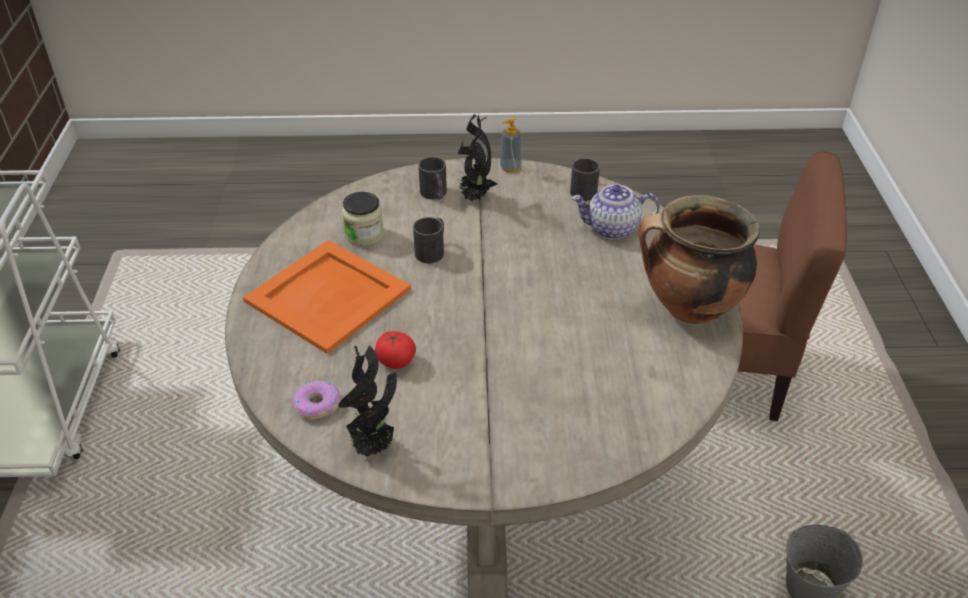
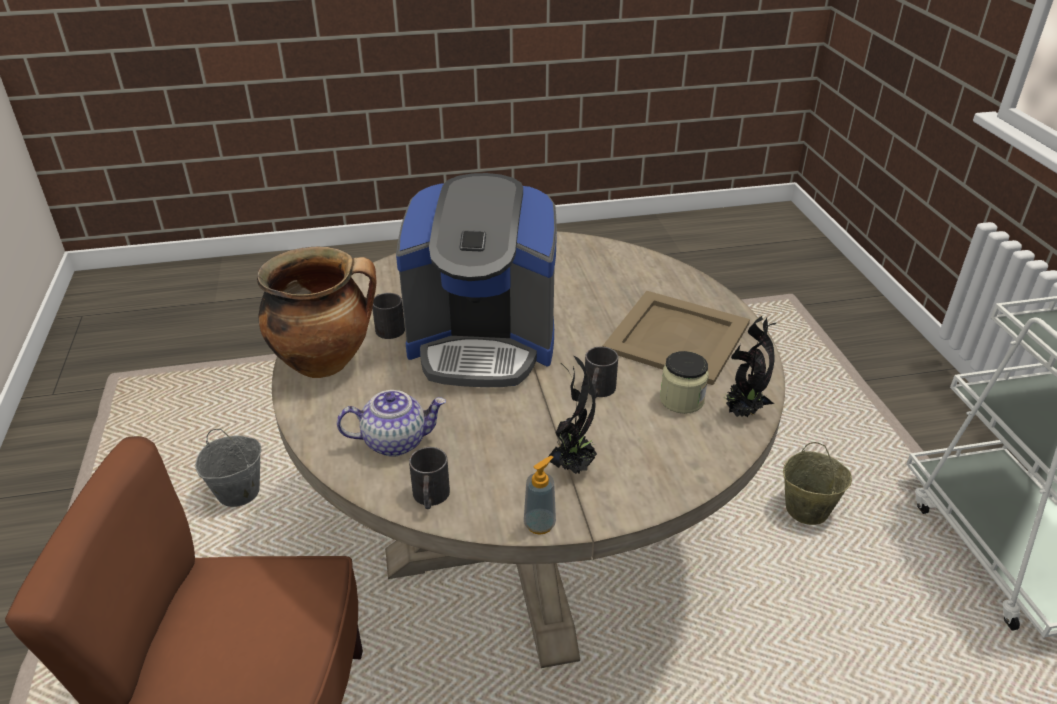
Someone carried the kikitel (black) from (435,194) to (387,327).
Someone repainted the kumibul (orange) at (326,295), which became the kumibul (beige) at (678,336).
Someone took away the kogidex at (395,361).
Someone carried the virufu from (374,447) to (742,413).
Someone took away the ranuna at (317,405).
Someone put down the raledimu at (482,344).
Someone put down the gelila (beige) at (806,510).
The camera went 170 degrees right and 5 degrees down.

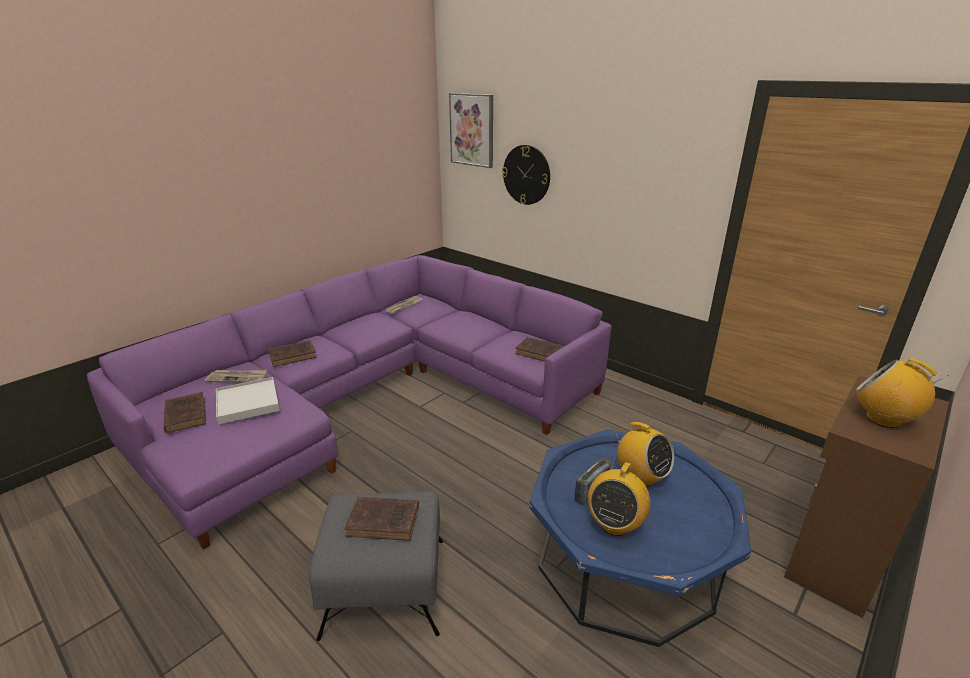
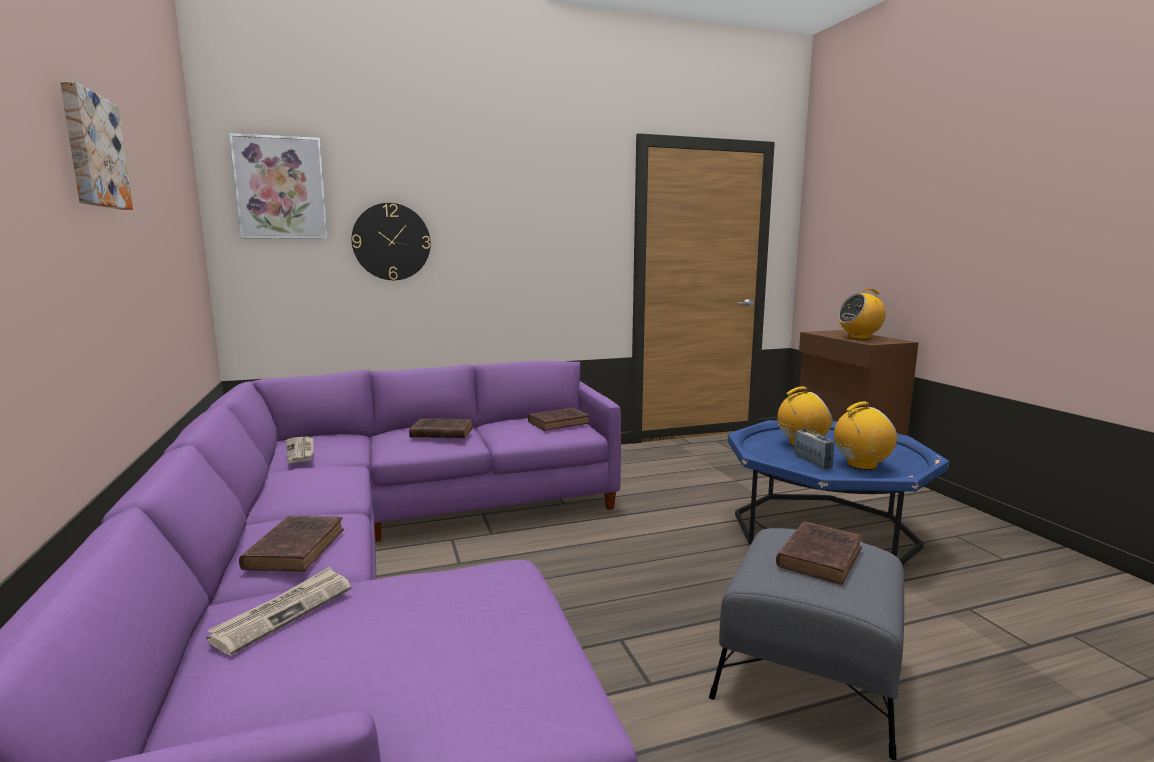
Someone took away the kumibul (white) at (248,402).
Someone carried the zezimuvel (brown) from (186,414) to (440,432).
Someone rotated the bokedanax at (614,524) by 75 degrees counterclockwise.
Someone put up the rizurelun at (92,151).
The camera went 60 degrees left and 15 degrees down.

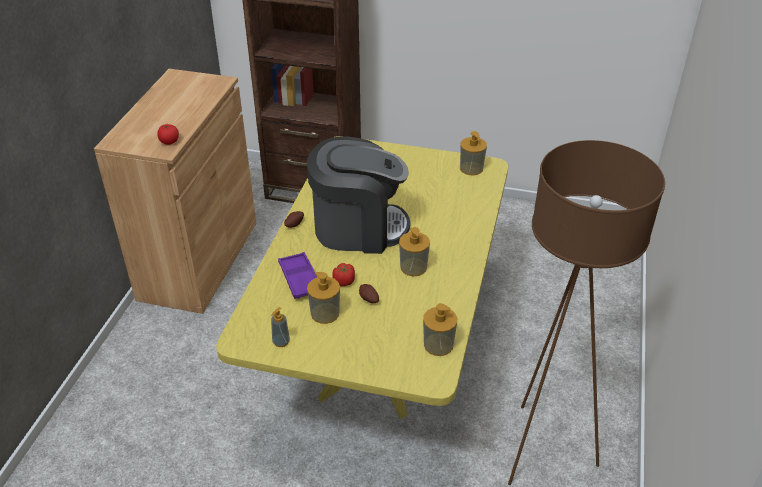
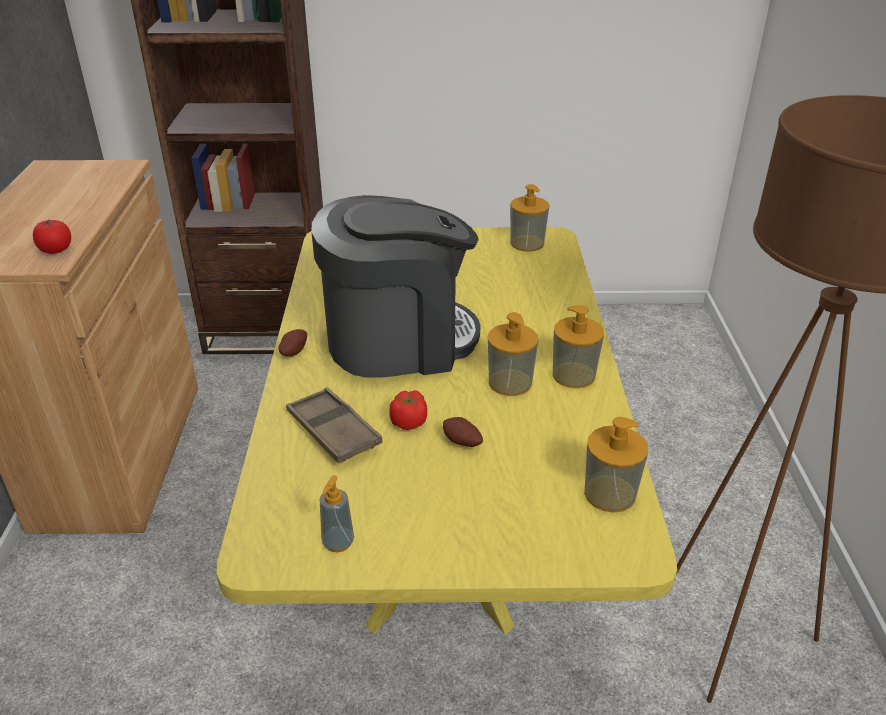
Someone repainted the kumibul (purple) at (300,279), which became the kumibul (brown) at (333,431).
Someone carried the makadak from (325,313) to (573,375).
The camera went 15 degrees left and 5 degrees down.

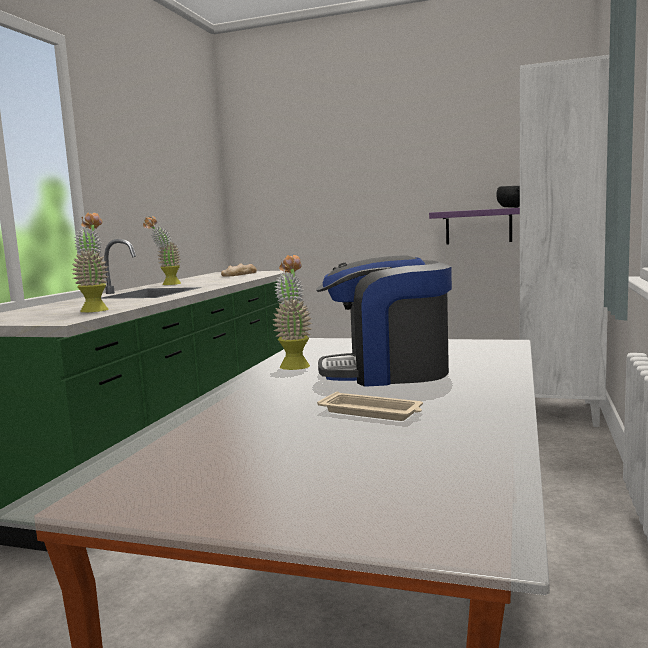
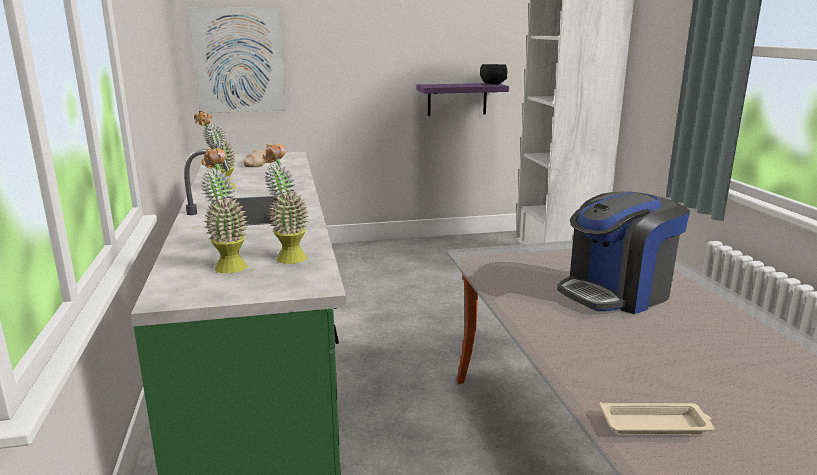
Someone carried the virufu from (294,365) to (228,265).
Someone carried the kumibul (beige) from (372,412) to (656,424).
Someone put up the rizurelun at (239,60).
The camera went 30 degrees left and 10 degrees up.

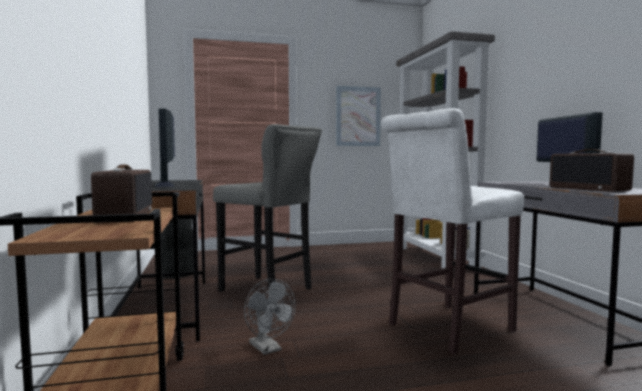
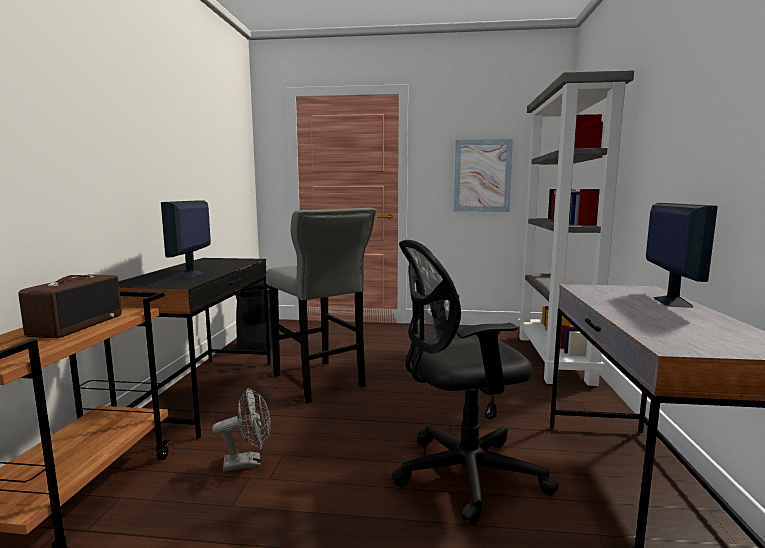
Someone swapped the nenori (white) at (445,329) for the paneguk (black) at (461,474).
Someone took away the bokedanax at (589,189).
Someone rotated the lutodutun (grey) at (268,349) by 90 degrees counterclockwise.
The camera went 20 degrees right and 5 degrees up.

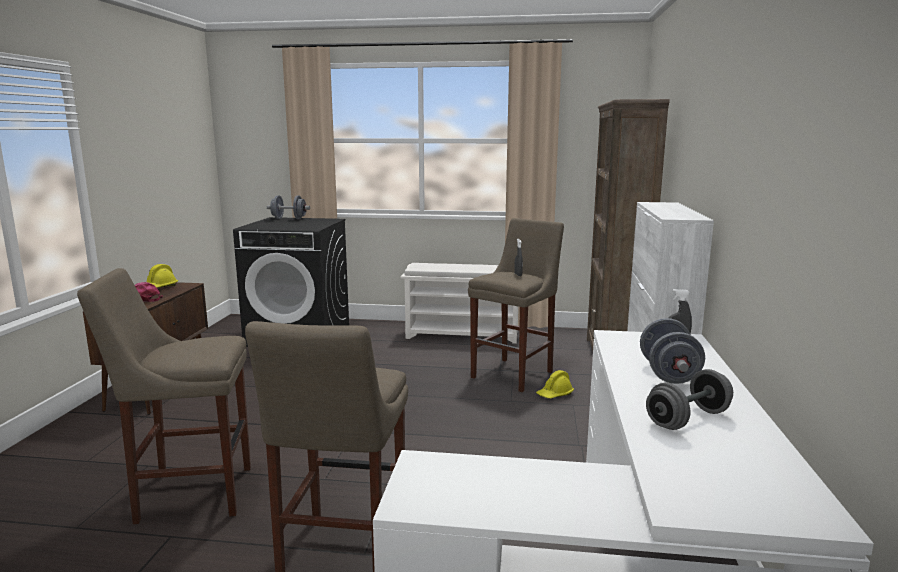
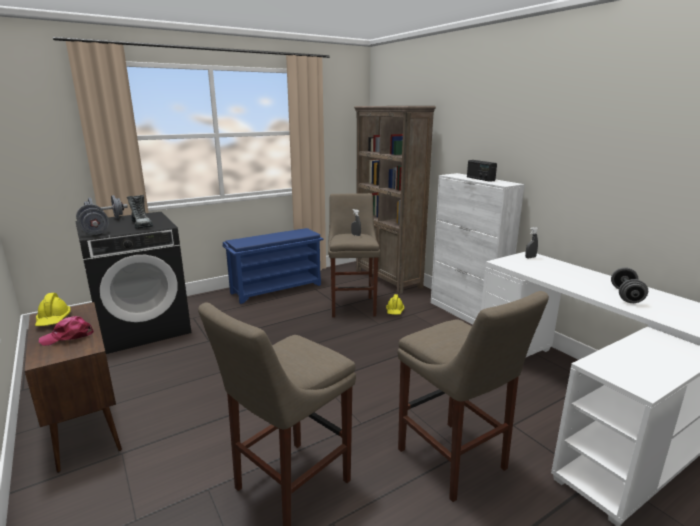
Someone repainted the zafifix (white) at (463,334), which became the zafifix (blue) at (277,288).
Someone carried the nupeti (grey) from (668,373) to (94,231).
Someone put down the bokedanax at (480,179).
Someone put down the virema at (142,225).
The camera went 40 degrees left and 5 degrees up.

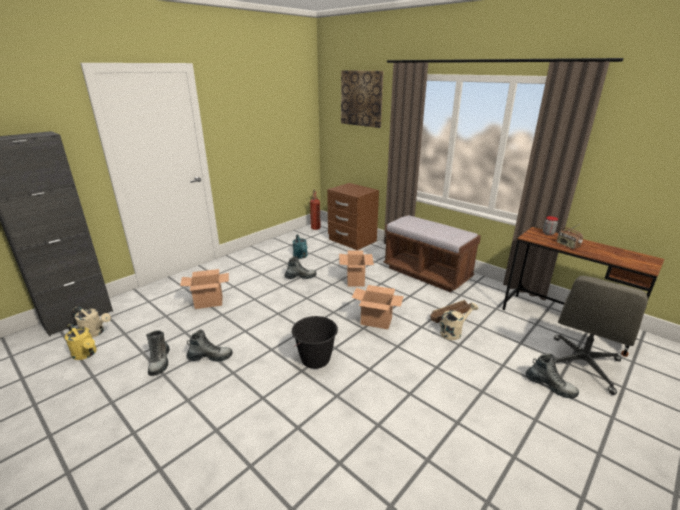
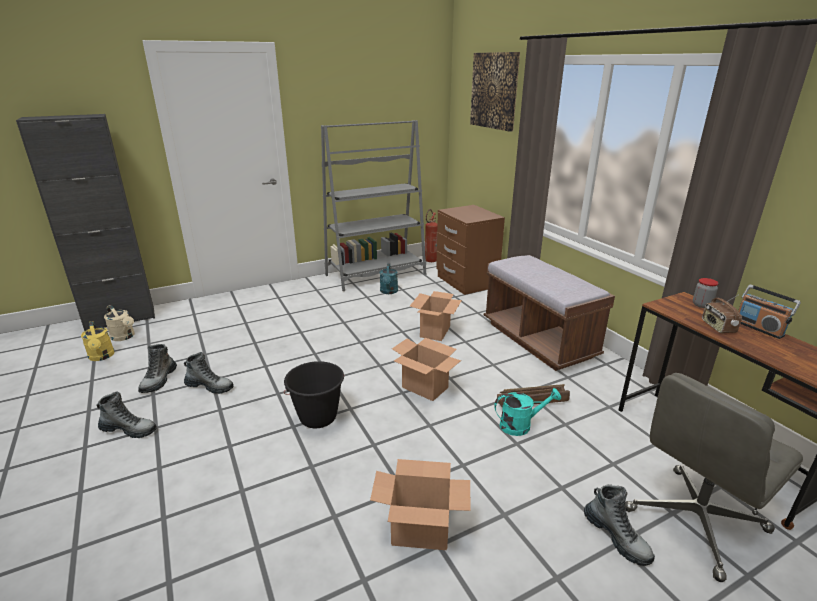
Someone carried the virema from (300,277) to (129,430).
Someone carried the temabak from (209,302) to (421,530).
Someone repainted the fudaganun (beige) at (454,332), which became the fudaganun (turquoise) at (521,425).
Someone put down the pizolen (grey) at (376,275).
Someone put down the bokedanax at (759,328).
The camera went 20 degrees right and 0 degrees up.

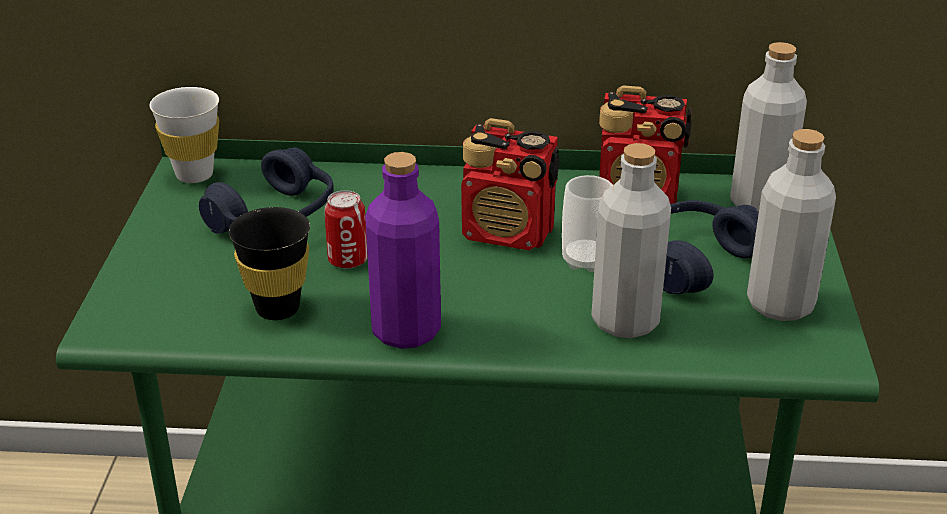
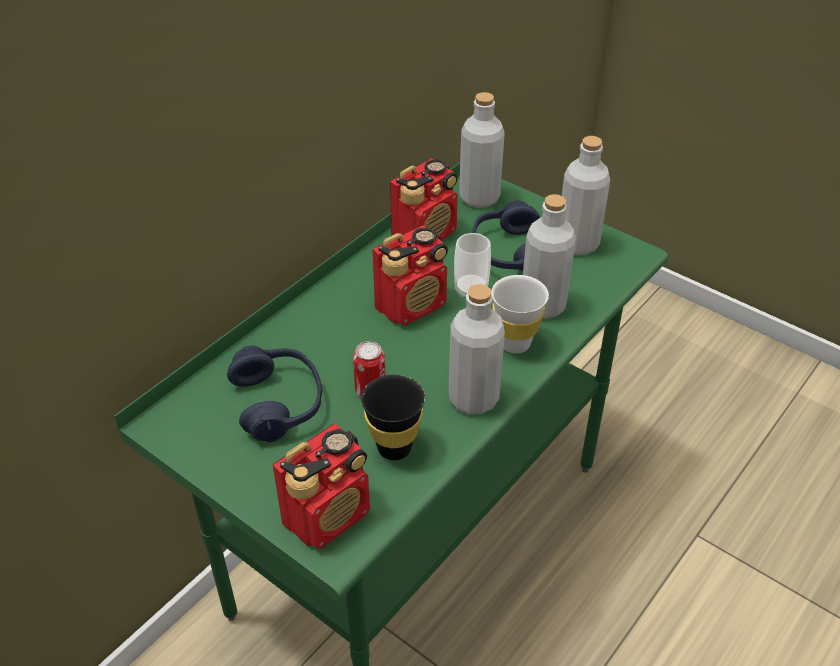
Someone carried the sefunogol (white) from (194,175) to (515,343).
Someone repainted the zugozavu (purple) at (406,331), which became the zugozavu (grey) at (473,398).
Someone put down the bokedanax at (328,516).
The camera went 55 degrees left and 10 degrees up.

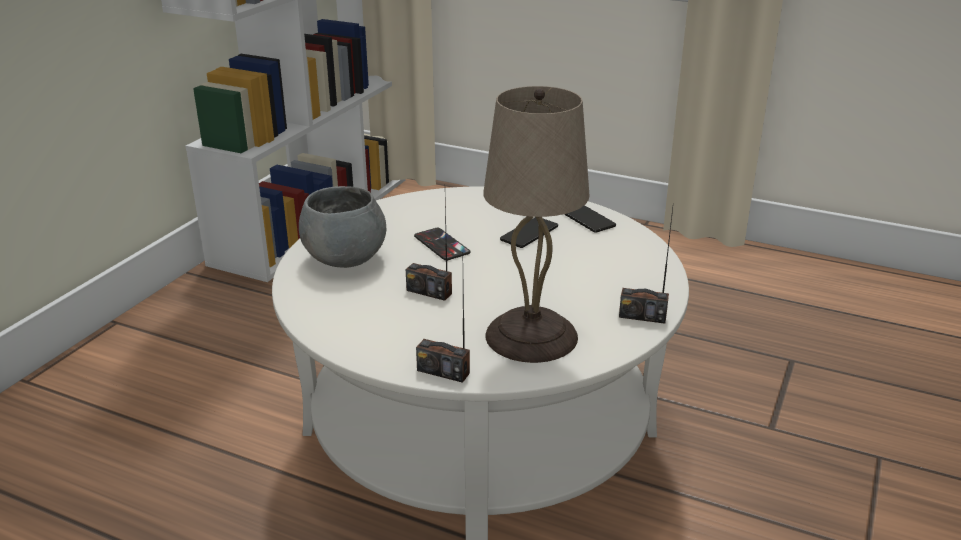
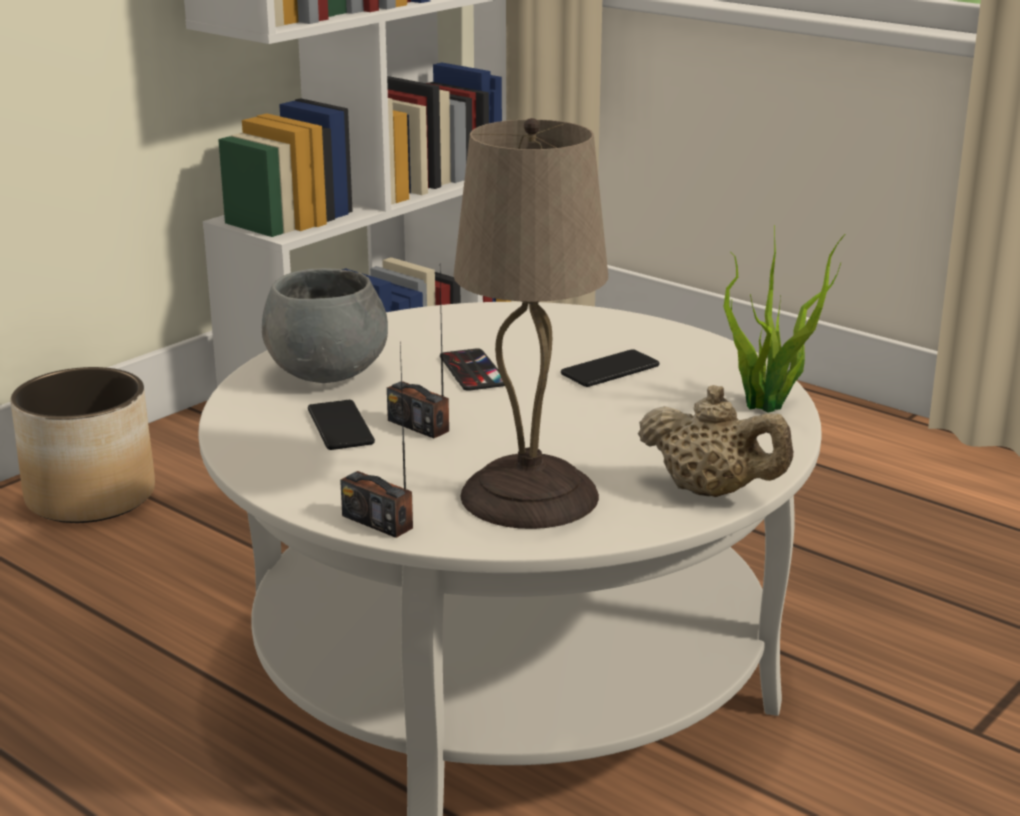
Someone carried the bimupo from (586,218) to (340,426).
Someone swapped the bokedanax at (642,316) for the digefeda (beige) at (712,491).
Someone put down the virufu at (770,406).
Someone put down the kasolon at (91,496).
The camera went 15 degrees right and 5 degrees down.

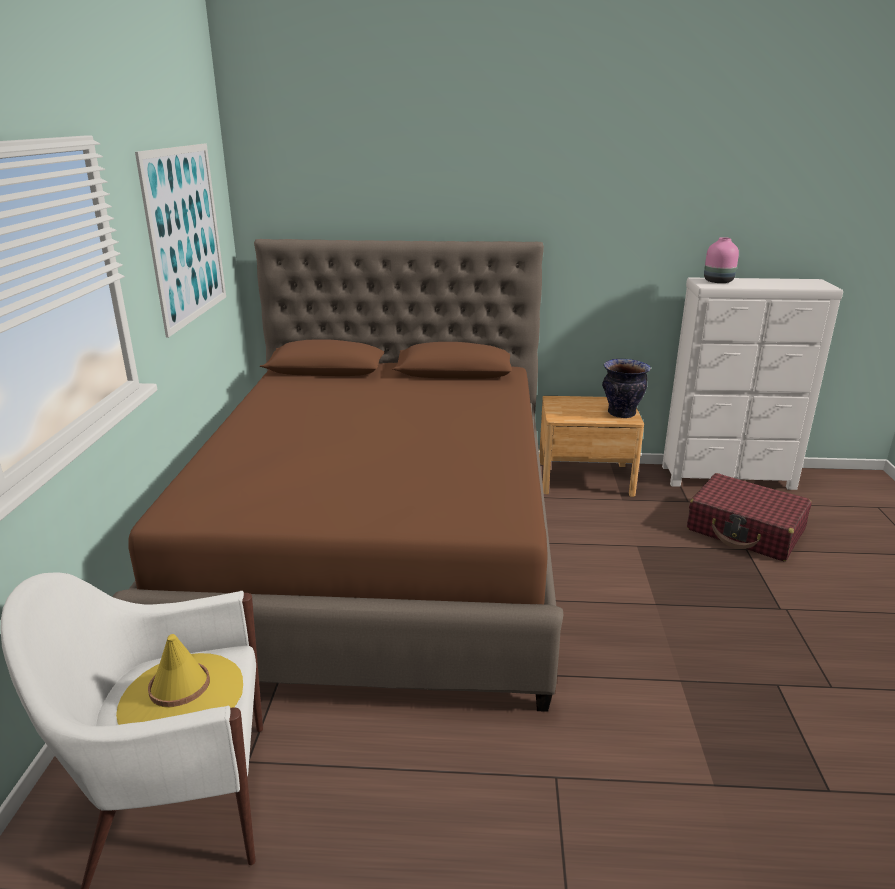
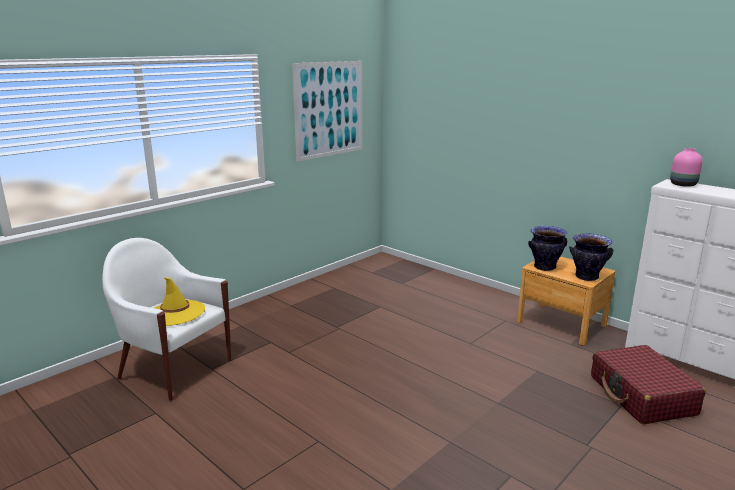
Someone took away the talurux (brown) at (381,550).
Someone put down the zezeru at (544,267).
The camera went 40 degrees right and 5 degrees down.

